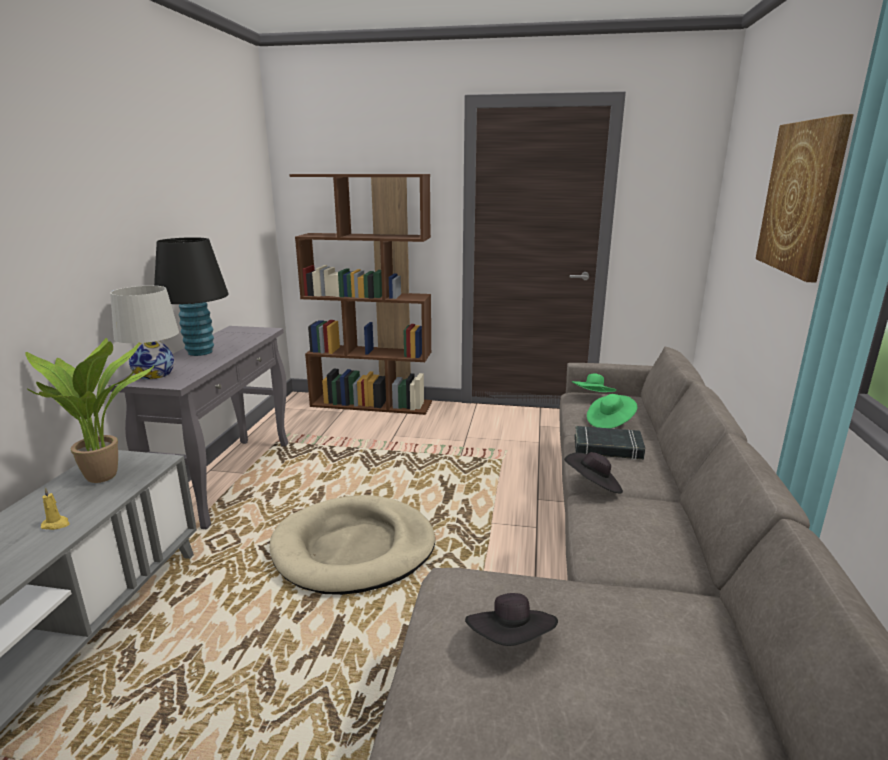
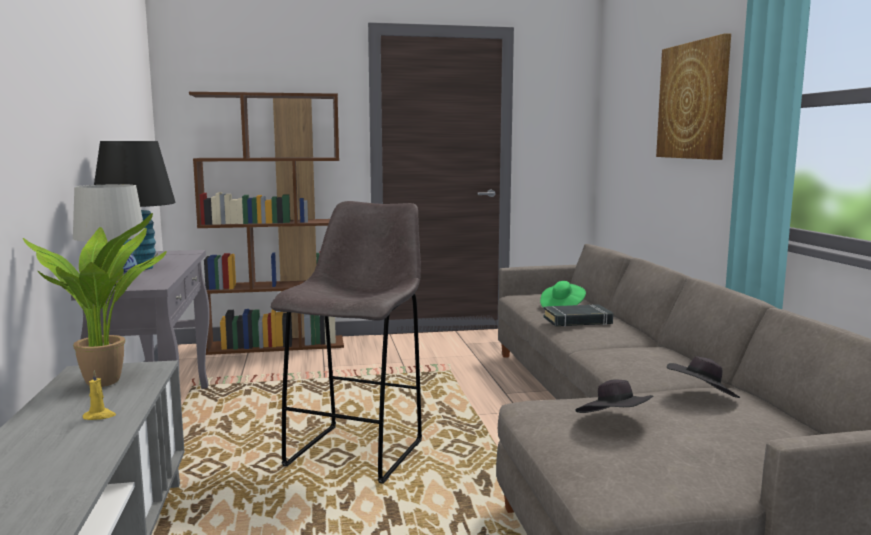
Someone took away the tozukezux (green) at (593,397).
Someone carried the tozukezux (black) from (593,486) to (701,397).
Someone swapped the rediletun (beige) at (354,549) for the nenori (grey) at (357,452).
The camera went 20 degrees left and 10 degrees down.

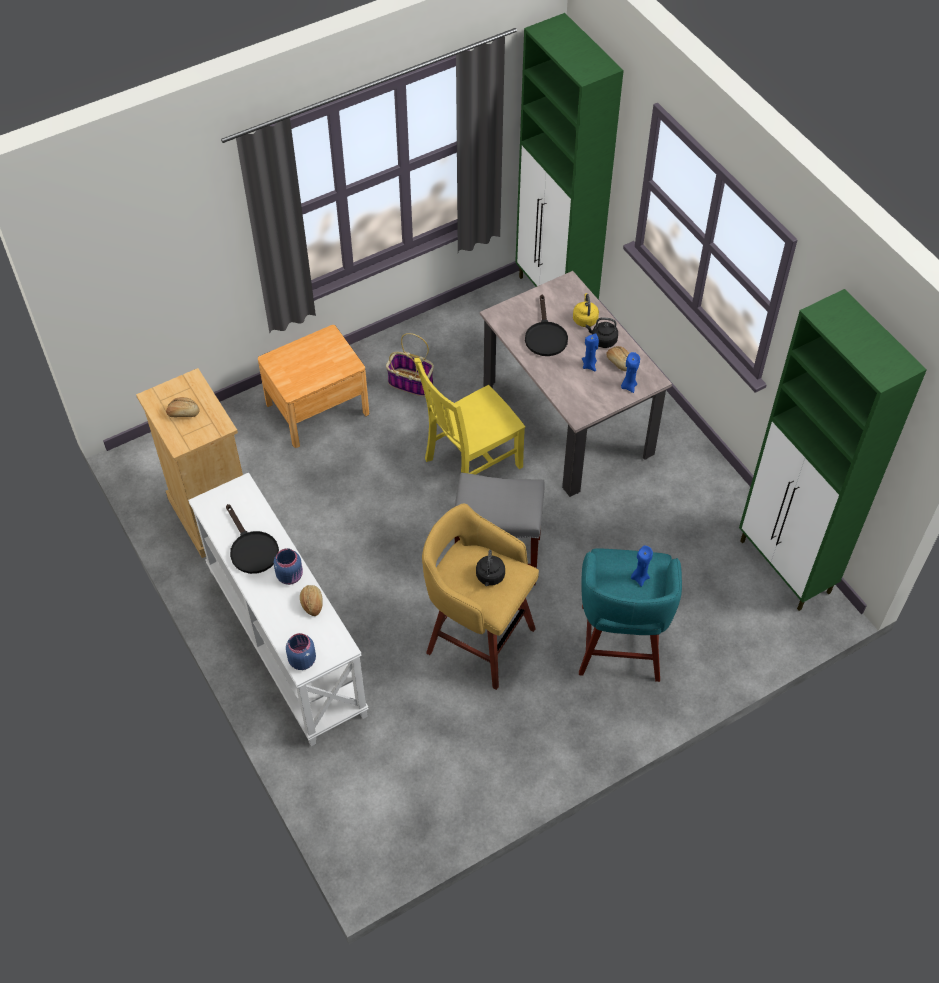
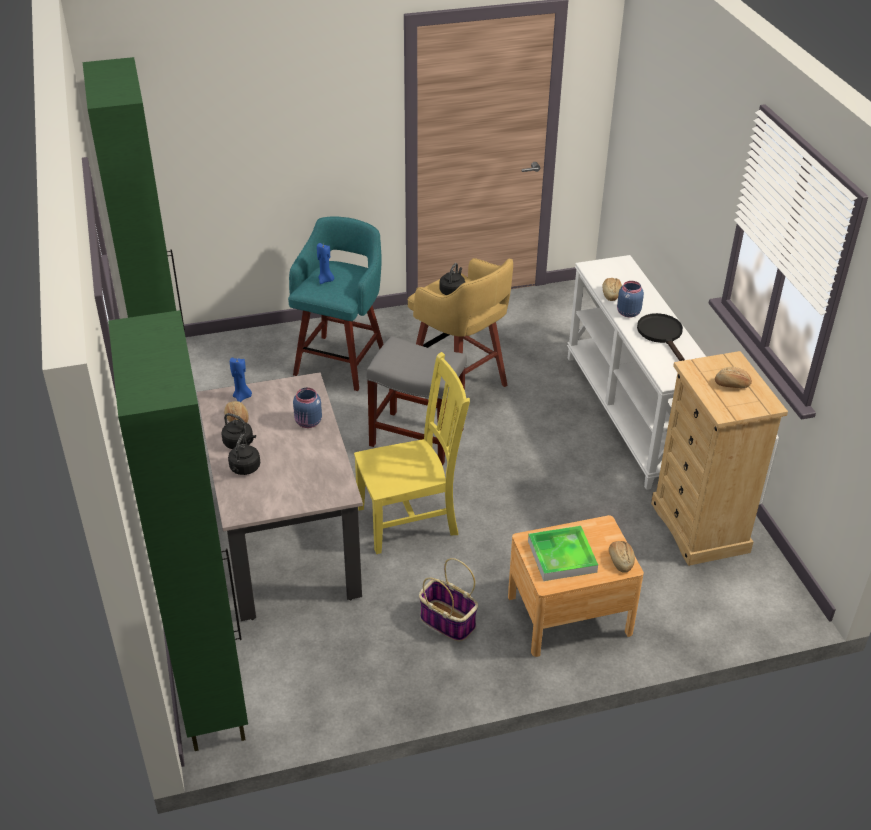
Someone repainted the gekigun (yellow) at (585,319), which became the gekigun (black) at (244,469).
Someone took away the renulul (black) at (545,336).
Someone took away the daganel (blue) at (589,365).
Someone carried the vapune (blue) from (302,659) to (308,422).
Someone put down the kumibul at (562,556).
Someone put down the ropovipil at (620,561).
The camera went 165 degrees left and 15 degrees down.

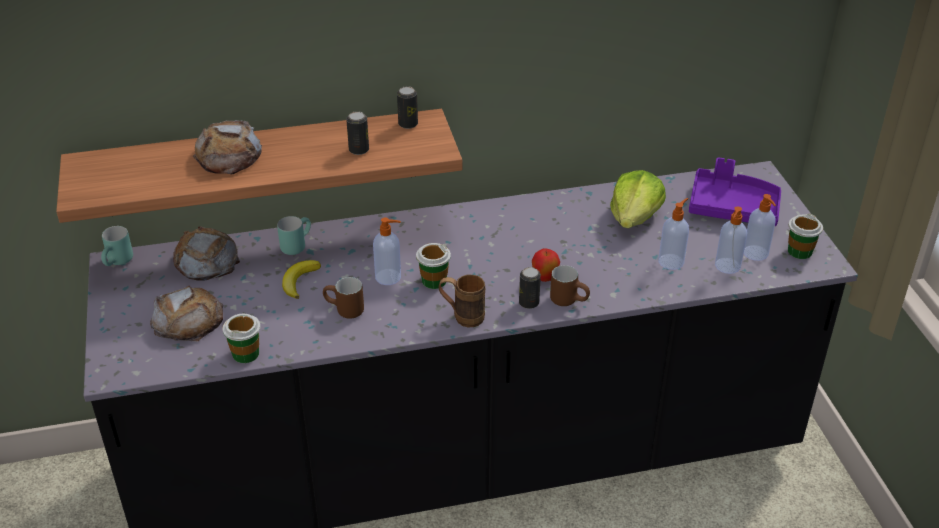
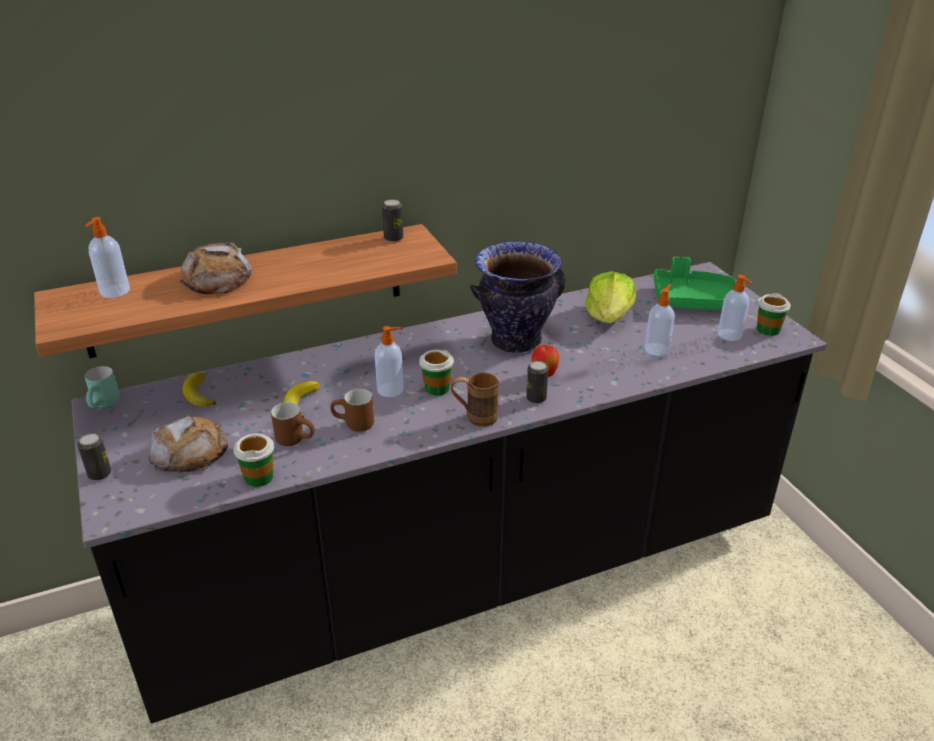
Someone carried the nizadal from (359,150) to (99,474).
Someone repainted the kumibul (purple) at (732,208), which became the kumibul (green) at (693,300).
Someone carried the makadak from (727,266) to (114,292).
Someone took away the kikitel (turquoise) at (295,245).
Someone swapped the ropovipil at (206,261) for the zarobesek at (198,394).
Someone carried the kikitel (brown) from (569,300) to (296,439).
Someone put down the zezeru at (515,341).
The camera went 10 degrees left and 5 degrees down.

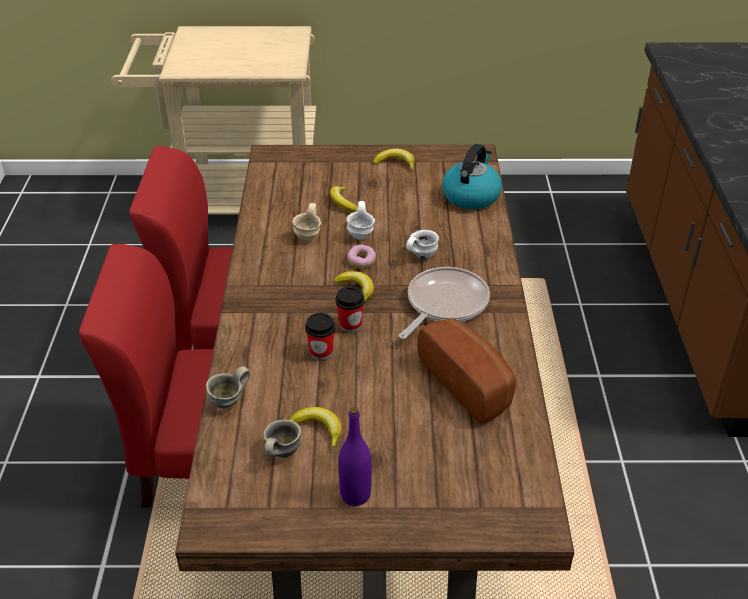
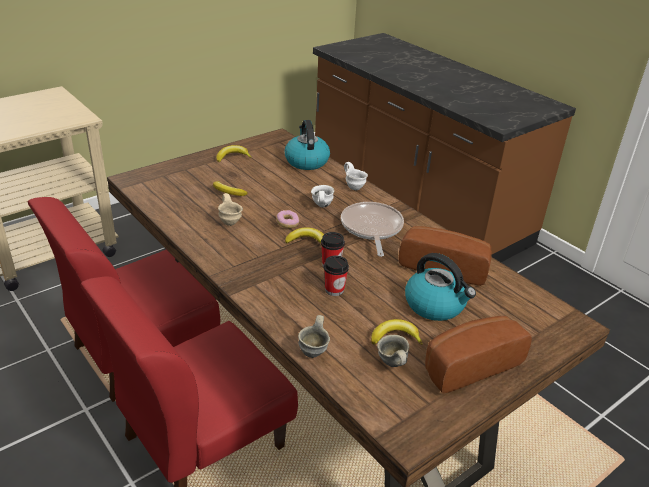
Someone carried the kikitel (white) from (362,235) to (354,187).
Someone swapped the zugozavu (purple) at (355,495) for the ropovipil at (468,364).
Someone put down the gekigun at (435,305).
The camera went 40 degrees left and 5 degrees down.

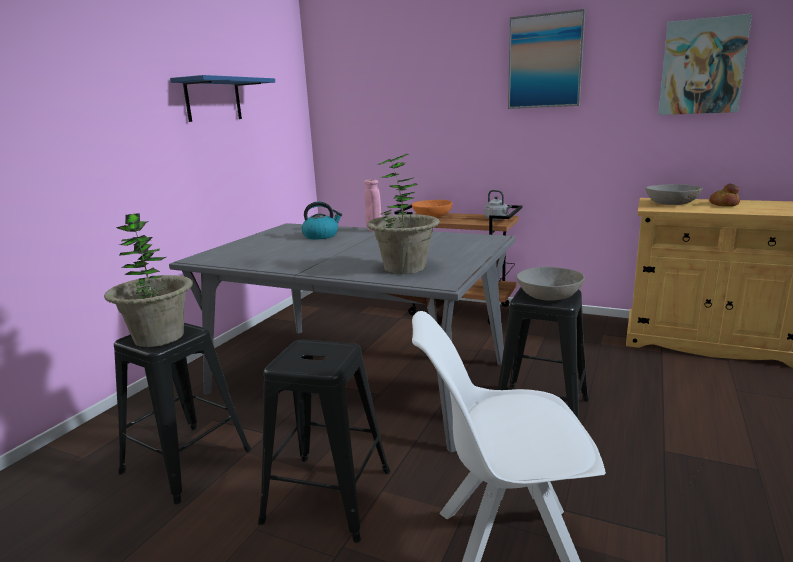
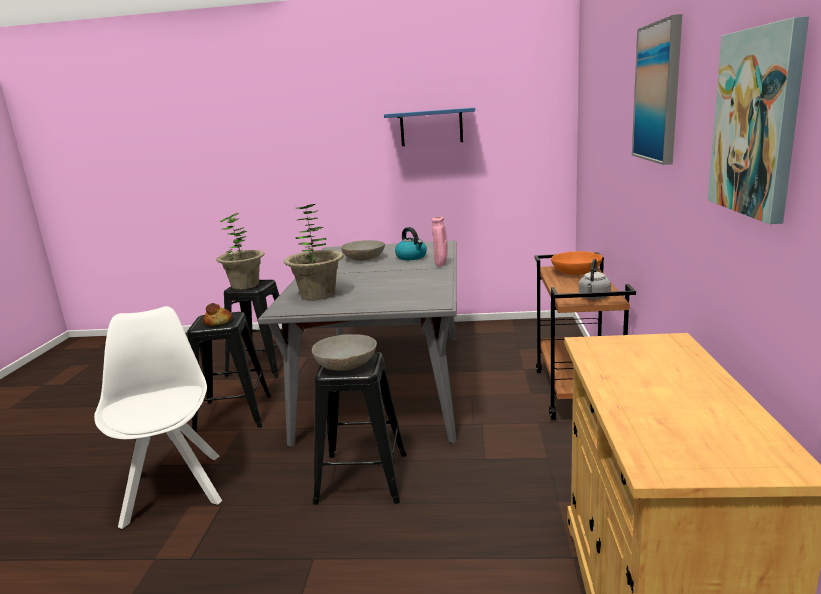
Someone carried the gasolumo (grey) from (672,203) to (364,258).
Someone carried the ropovipil from (724,204) to (218,322).
The camera went 70 degrees right and 0 degrees up.

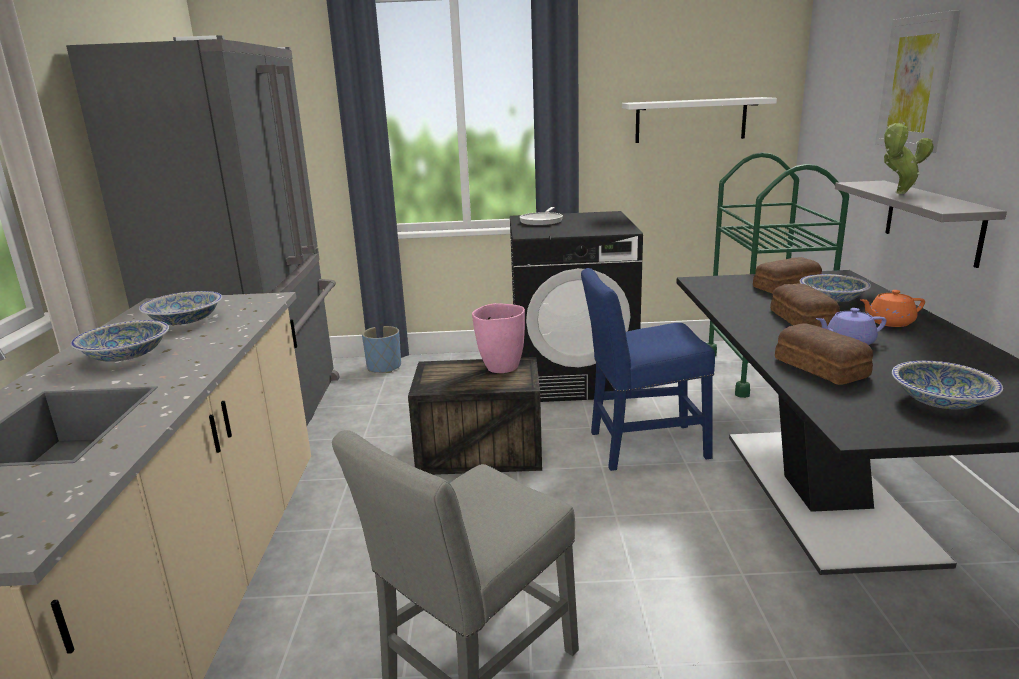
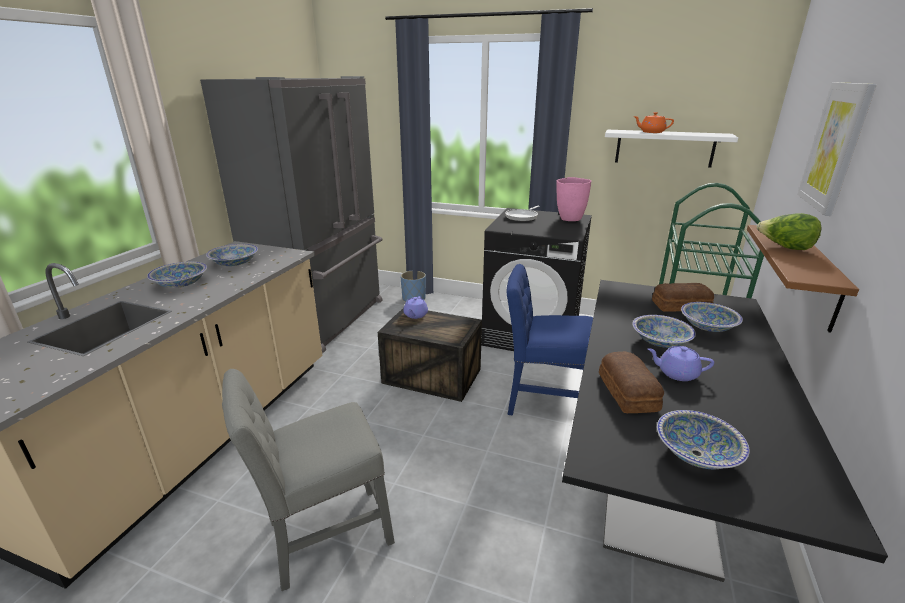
Someone swapped the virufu at (898,193) for the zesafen at (784,248).
Someone repainted the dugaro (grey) at (932,221), which became the dugaro (brown) at (815,277).
Someone swapped the ropovipil at (802,320) for the gasolumo at (660,341).
Someone carried the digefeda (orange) from (889,322) to (651,132).
Someone carried the zezeru (pink) from (501,368) to (569,219).
Someone put down the digefeda (purple) at (415,315).
The camera went 20 degrees right and 5 degrees up.

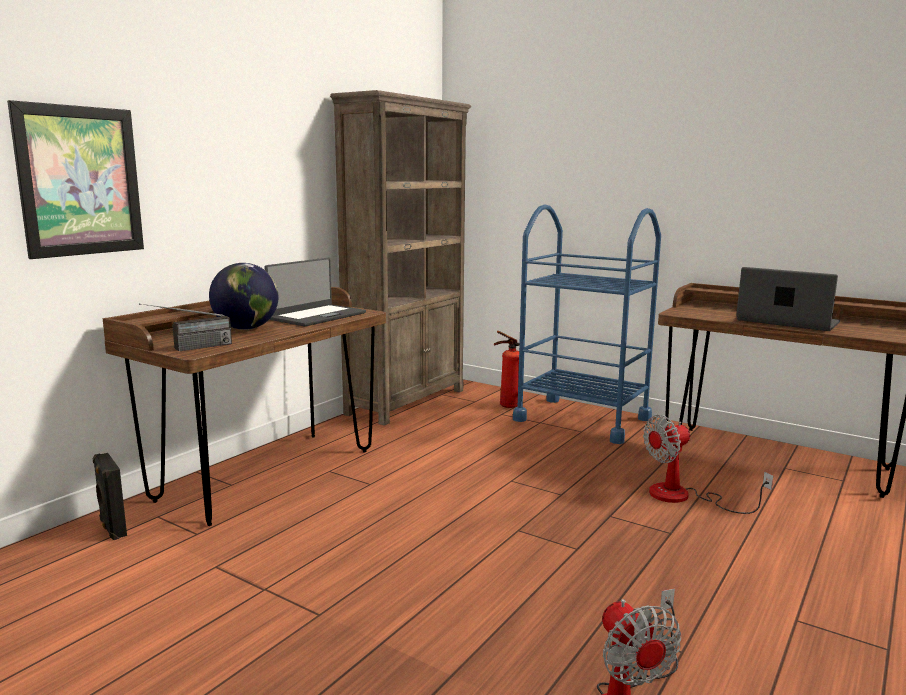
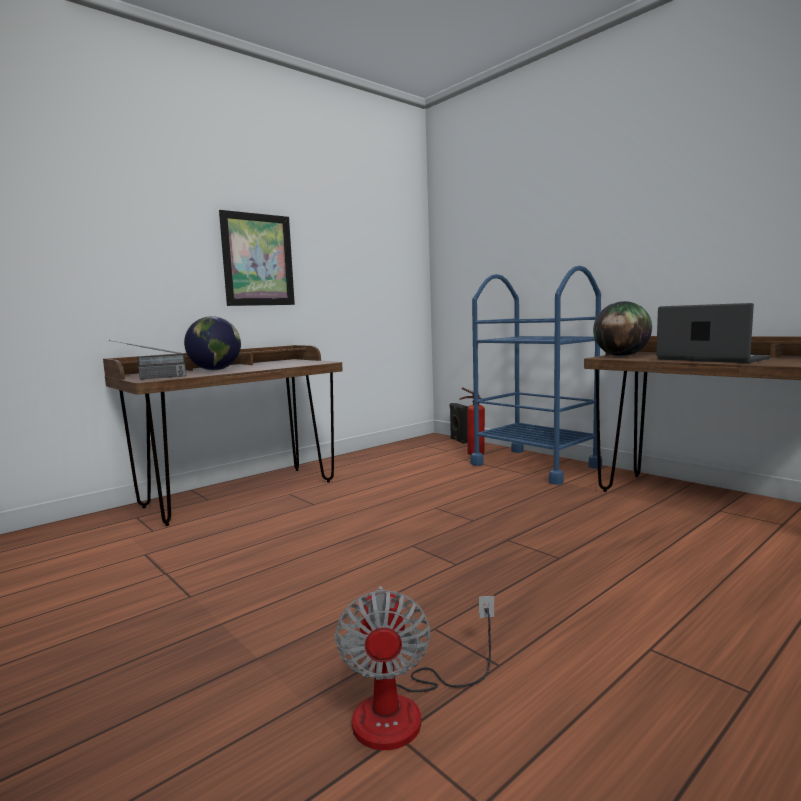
Someone took away the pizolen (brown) at (407,401).
Someone carried the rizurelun from (80,181) to (258,260).
Someone took away the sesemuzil at (316,316).
Someone took away the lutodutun at (684,497).
Someone carried the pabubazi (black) from (112,528) to (458,441).
Someone put down the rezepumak at (621,356).
The camera went 15 degrees right and 5 degrees down.

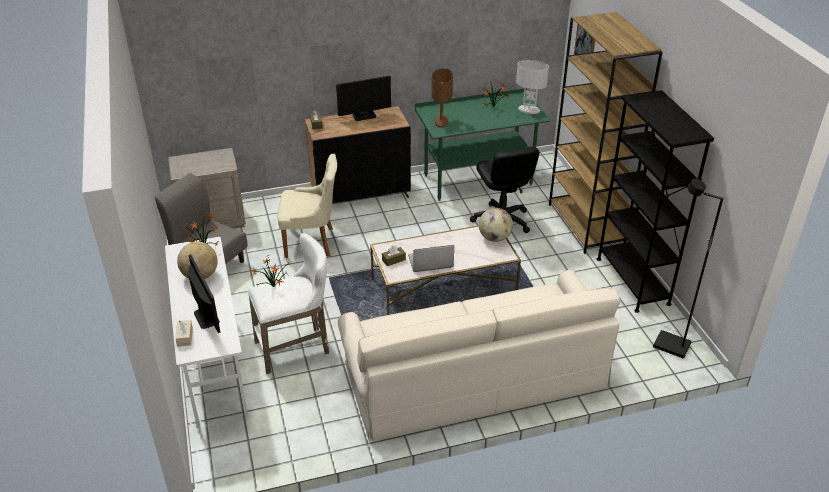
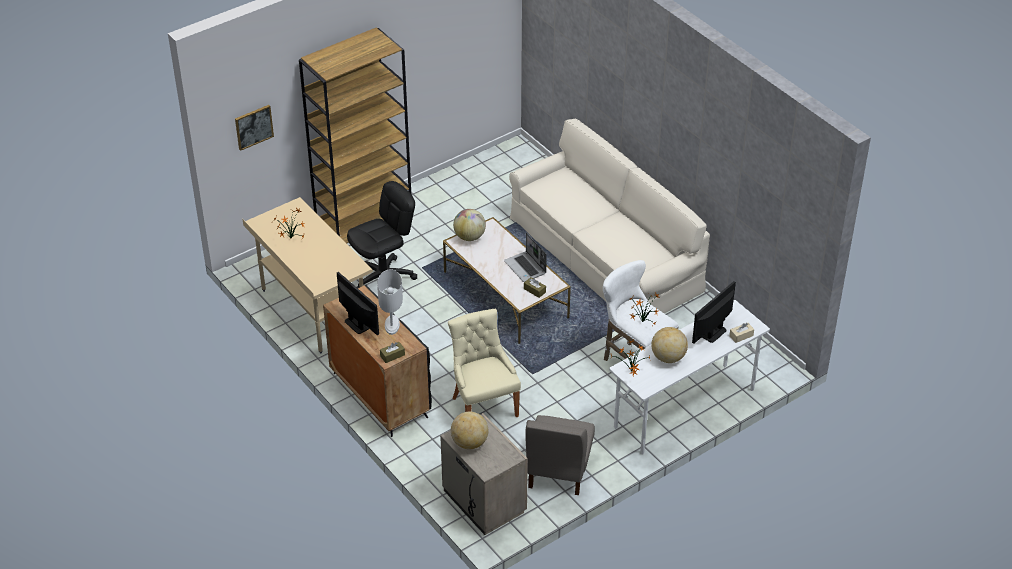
Someone carried the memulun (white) from (528,110) to (392,325).
Someone took away the memulun (brown) at (441,121).
Someone repainted the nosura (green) at (477,180), which became the nosura (beige) at (313,311).
Someone took away the pizolen (black) at (632,281).
Someone took away the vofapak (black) at (671,346).
Someone put down the rezepumak at (469,443).
The camera went 110 degrees left and 5 degrees up.

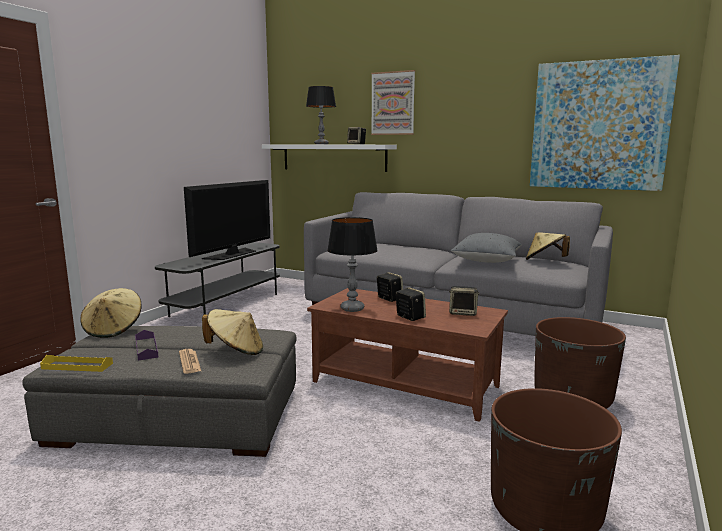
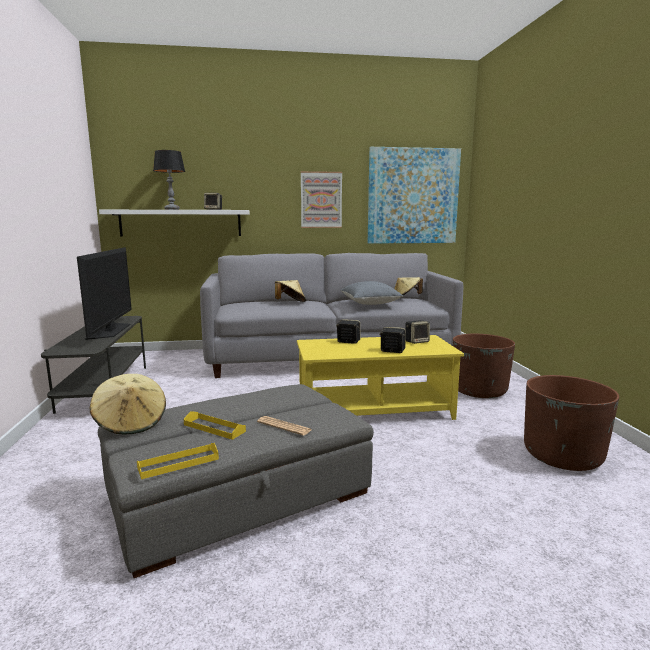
Someone carried the rizurelun from (393,103) to (321,200).
Someone took away the memulun at (352,308).
Someone repainted the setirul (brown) at (406,383), which became the setirul (yellow) at (374,410).
Someone carried the tozukezux (beige) from (236,351) to (290,303).
Someone repainted the kumibul (purple) at (146,348), which became the kumibul (yellow) at (214,428).
The camera went 35 degrees left and 0 degrees up.

